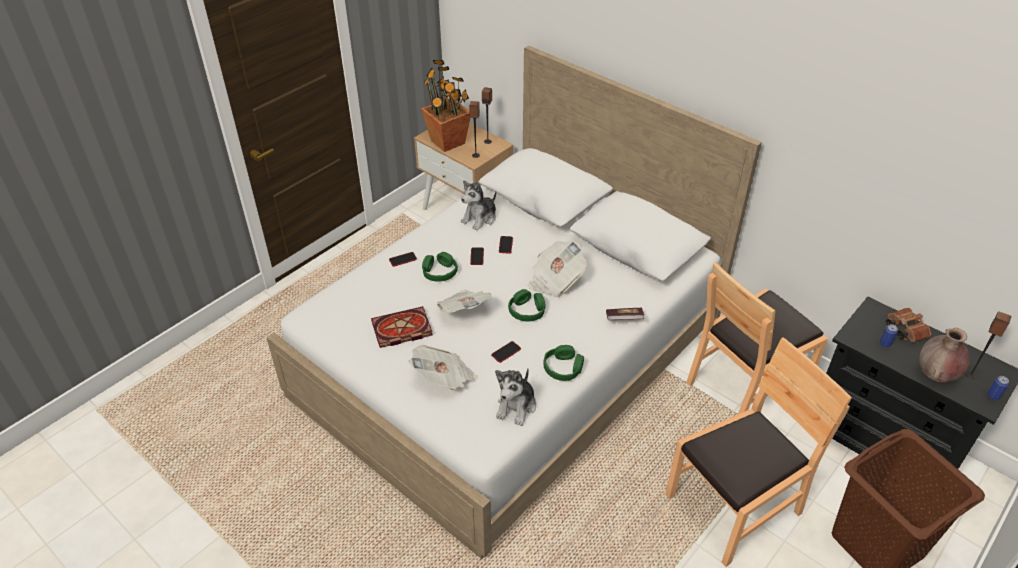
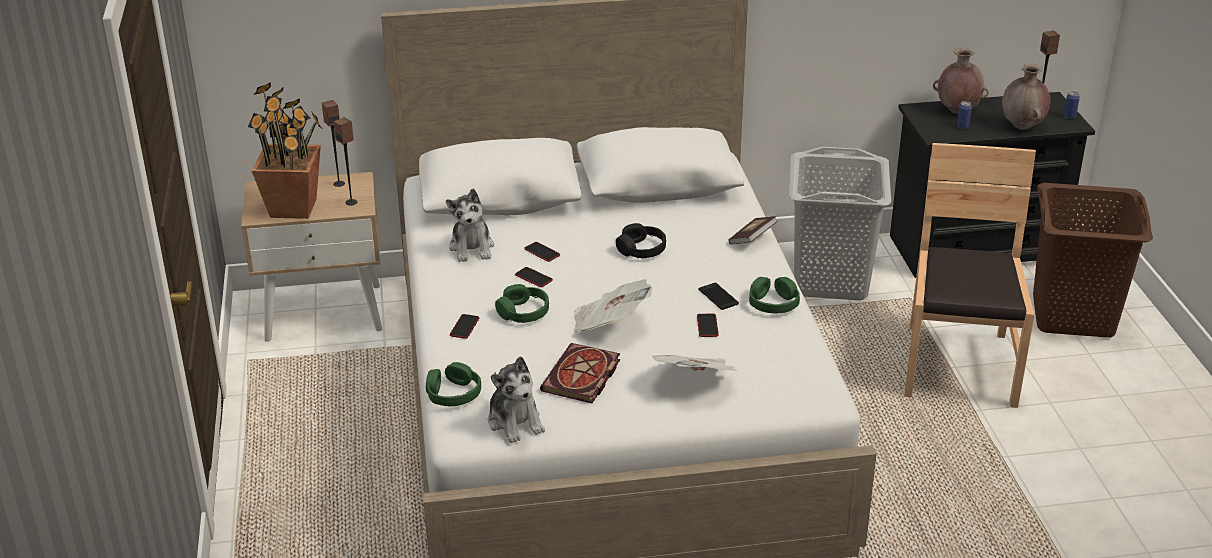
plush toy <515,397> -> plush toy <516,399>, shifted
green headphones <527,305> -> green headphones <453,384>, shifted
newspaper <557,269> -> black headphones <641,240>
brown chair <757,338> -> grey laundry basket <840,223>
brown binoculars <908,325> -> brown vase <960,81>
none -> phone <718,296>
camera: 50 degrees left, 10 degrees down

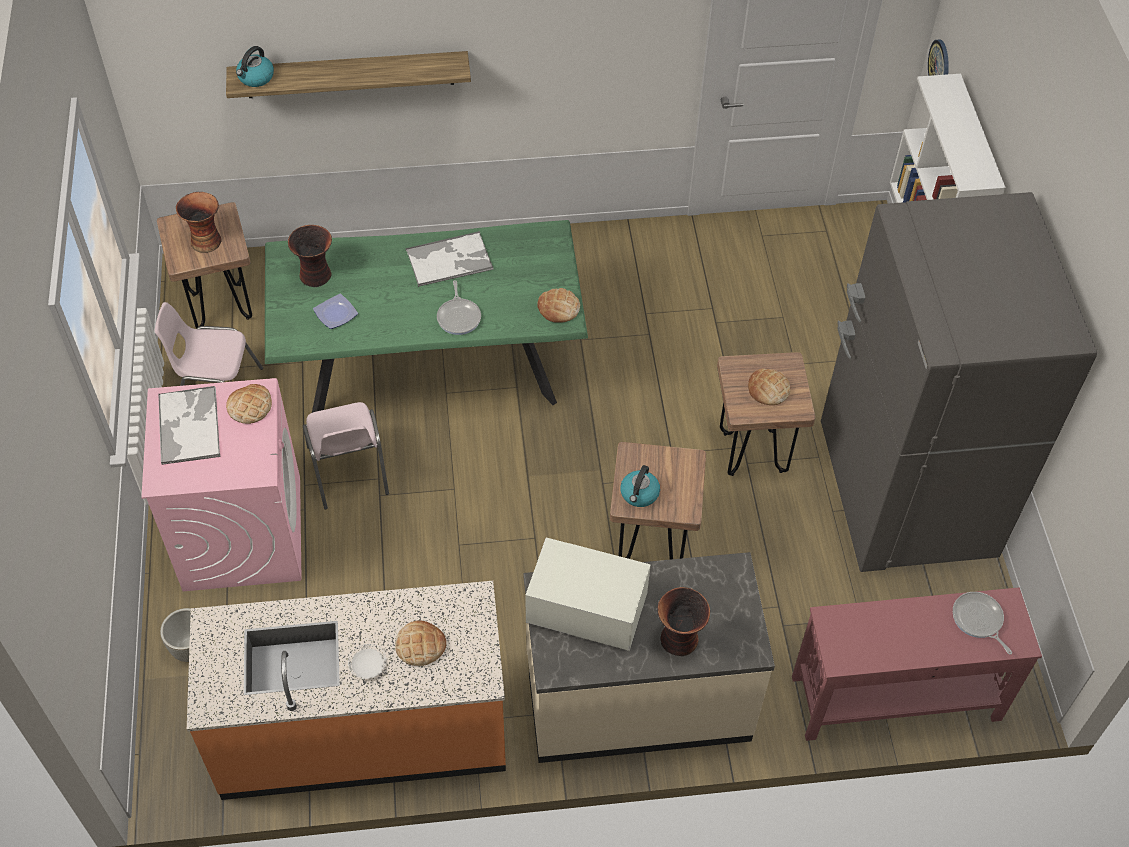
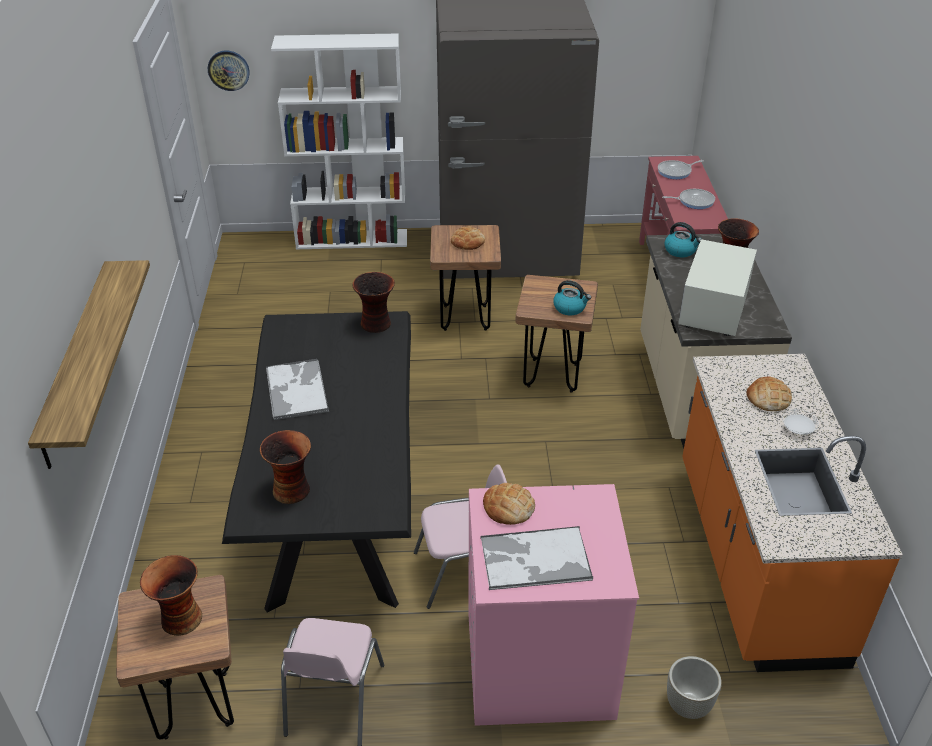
kettle <255,66> -> kettle <682,239>, shifted
green dining table <426,316> -> black dining table <316,461>
plate <335,311> -> none
frying pan <459,307> -> frying pan <688,199>, shifted
bread <558,305> -> vase <374,302>
camera: 85 degrees left, 15 degrees down

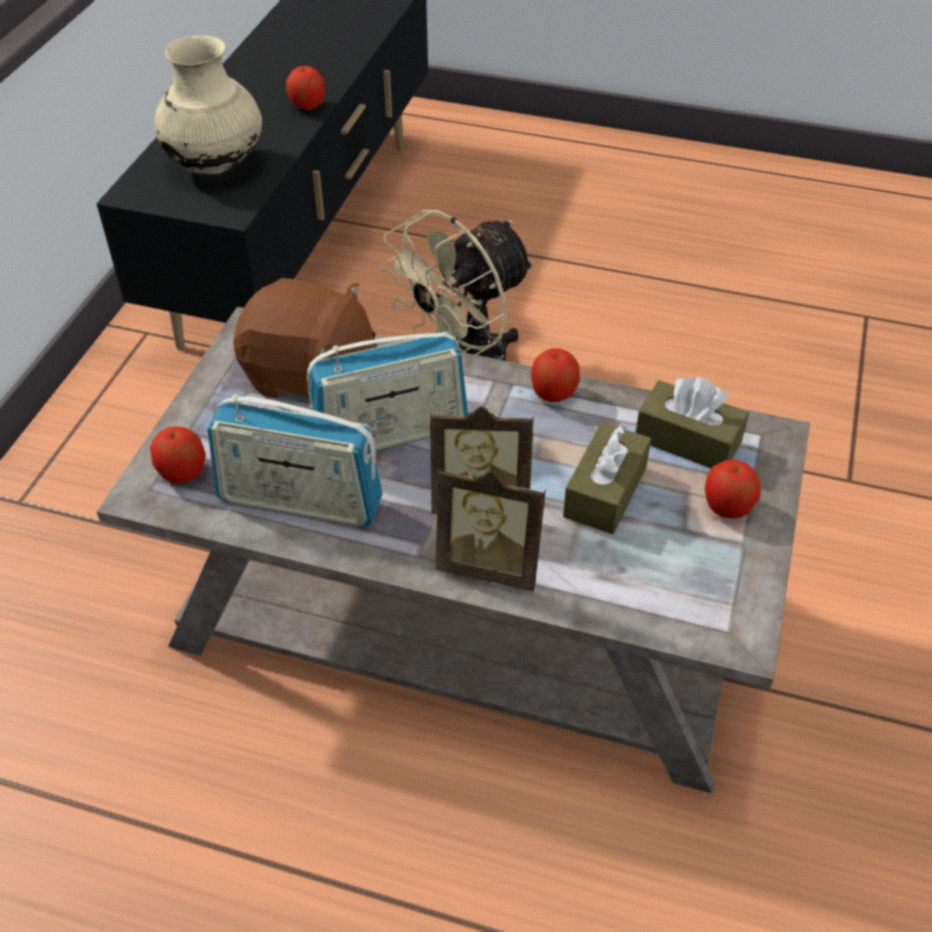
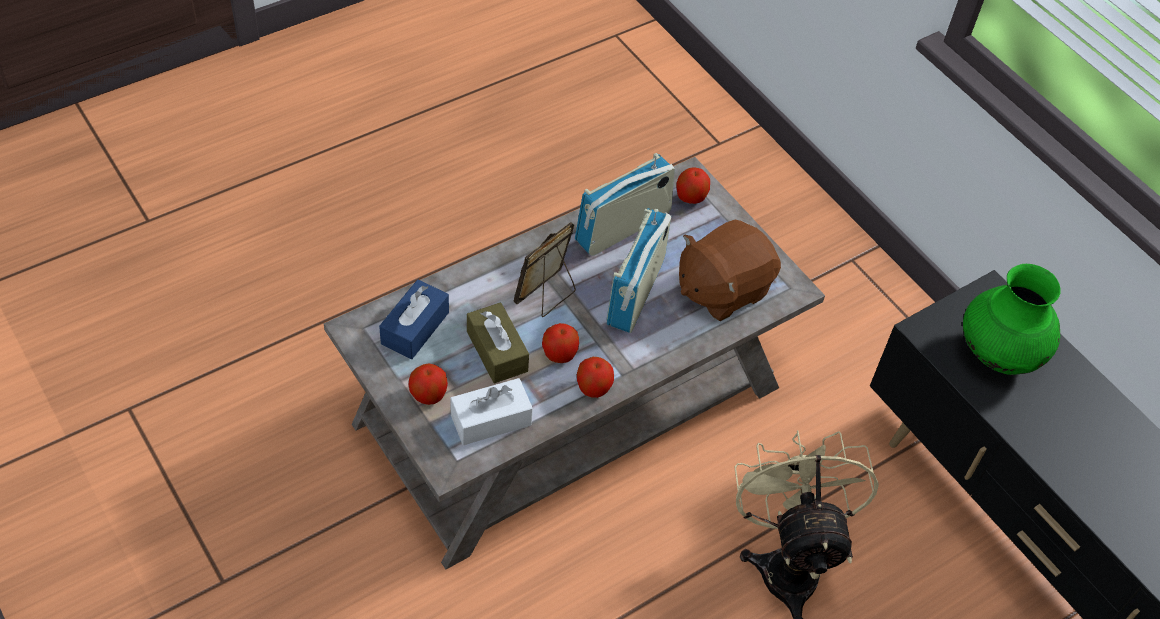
beige vase <208,104> -> green vase <1012,319>
apple <305,88> -> apple <560,343>, shifted
picture frame <490,529> -> none
brown tissue box <692,423> -> white tissue box <491,411>
none -> blue tissue box <414,319>
camera: 125 degrees right, 5 degrees up

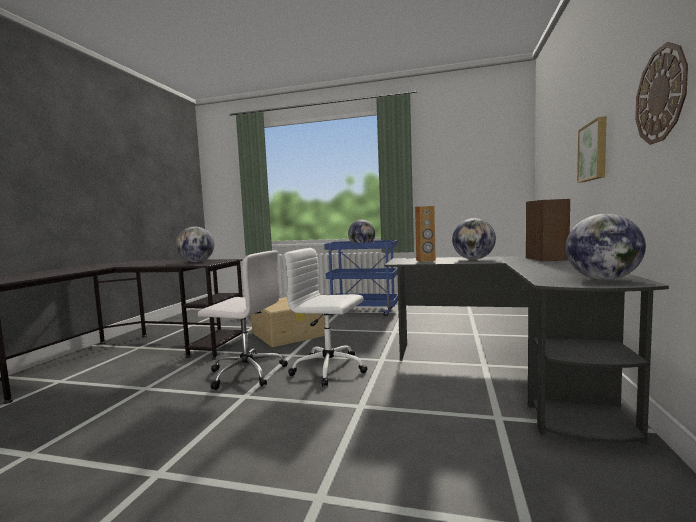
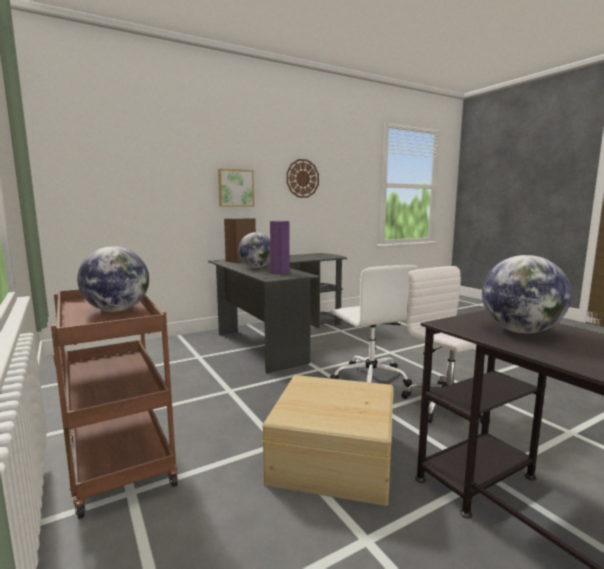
blue cart <361,278> -> brown cart <114,404>
brown speaker <425,234> -> purple speaker <280,248>
globe <606,247> -> none
camera: 135 degrees left, 5 degrees up

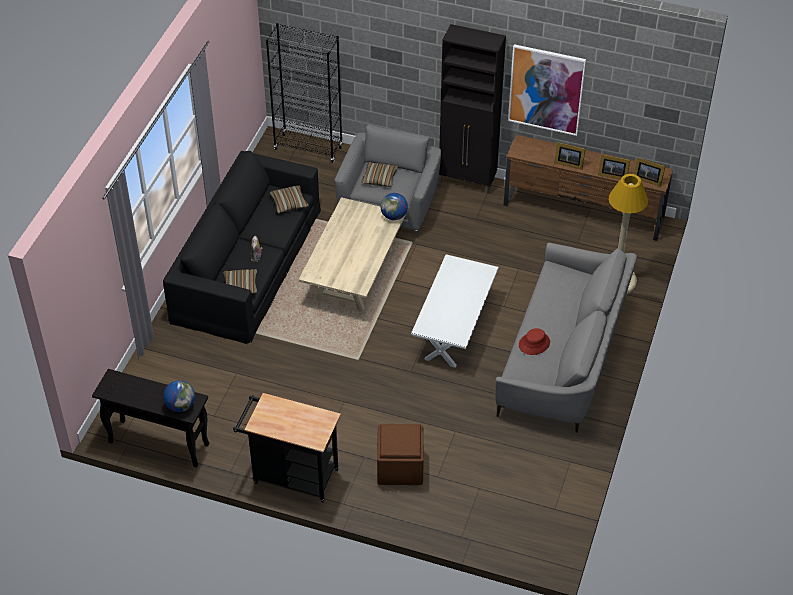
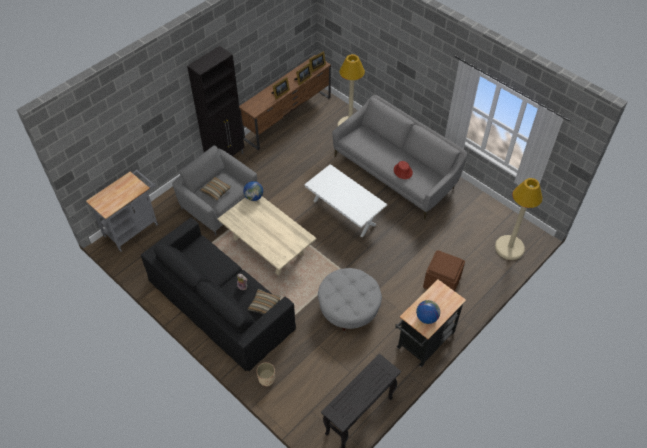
globe <179,396> -> globe <428,312>, shifted
black bookcase <304,93> -> grey cart <122,211>
pillow <289,199> -> none
picture <547,90> -> none
none -> beige planter <265,374>
none -> grey ottoman <350,300>
none -> beige floor lamp <519,219>
camera: 65 degrees left, 5 degrees up

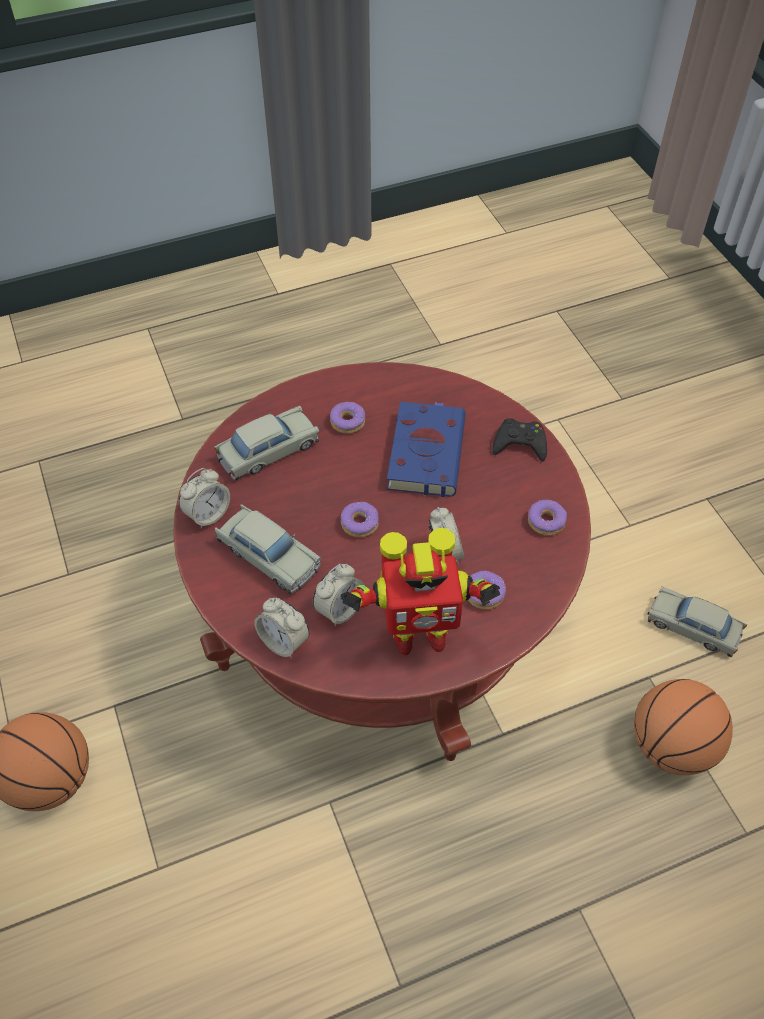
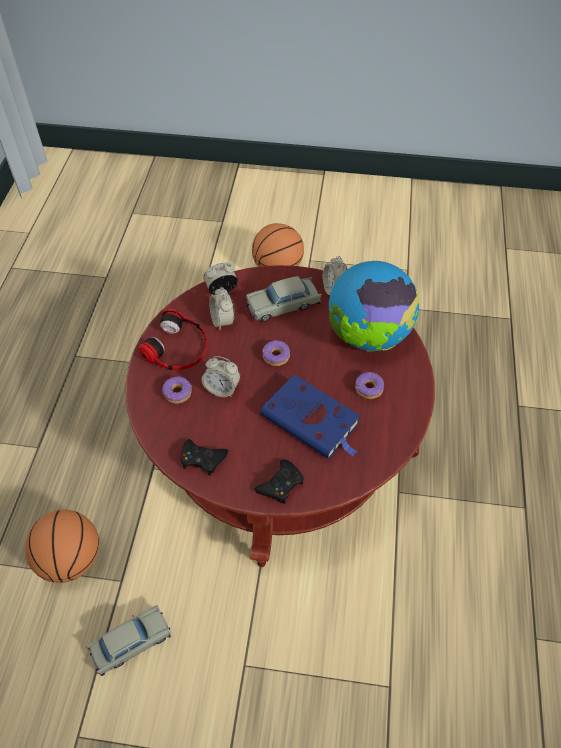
beige toy car <266,443> -> globe <374,306>
toy robot <420,591> -> headphones <173,339>
donut <547,518> -> black game controller <204,457>
camera: 120 degrees right, 0 degrees up

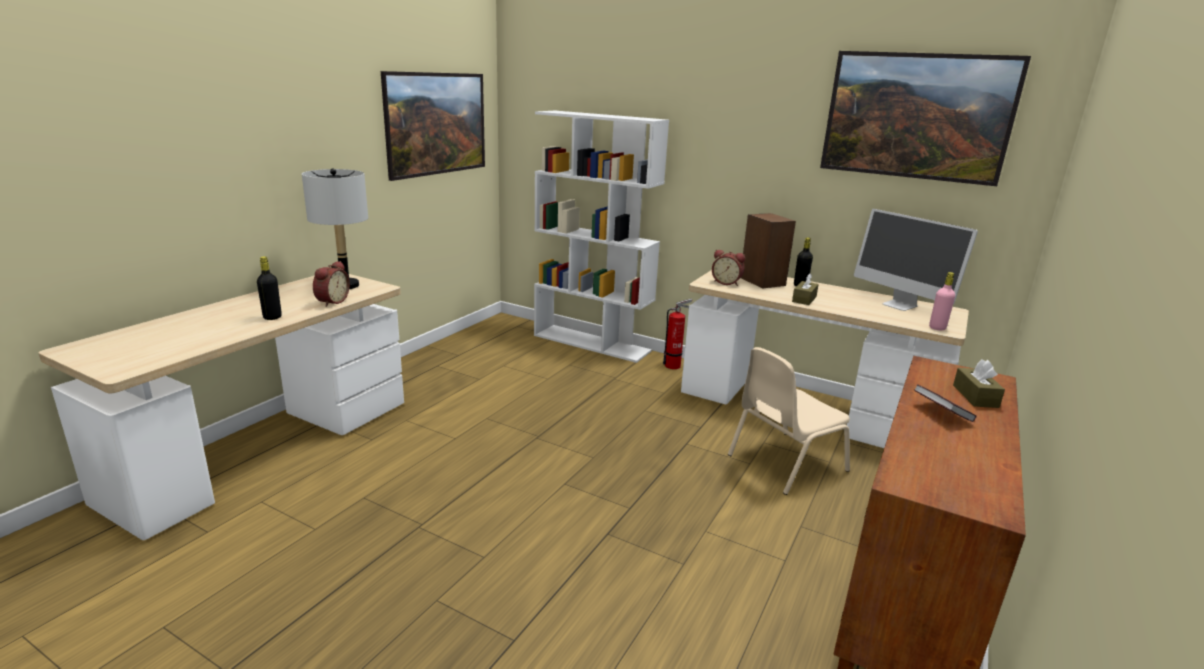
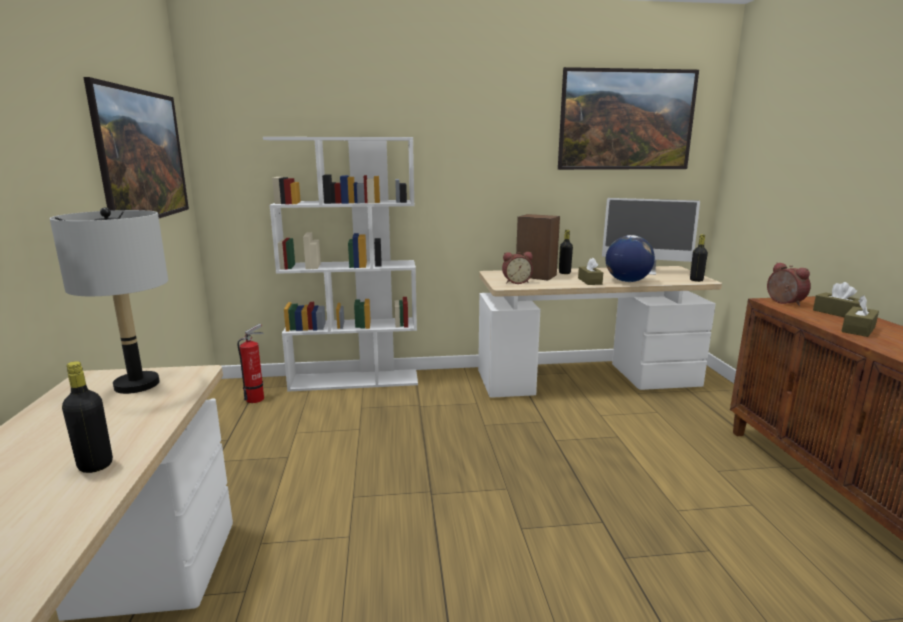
alarm clock <331,284> -> alarm clock <789,284>, shifted
fire extinguisher <677,334> -> fire extinguisher <250,363>, shifted
beige chair <789,421> -> none
book <945,403> -> brown tissue box <860,316>
pink bottle <942,301> -> black bottle <699,258>
none -> globe <630,258>
camera: 35 degrees left, 5 degrees down

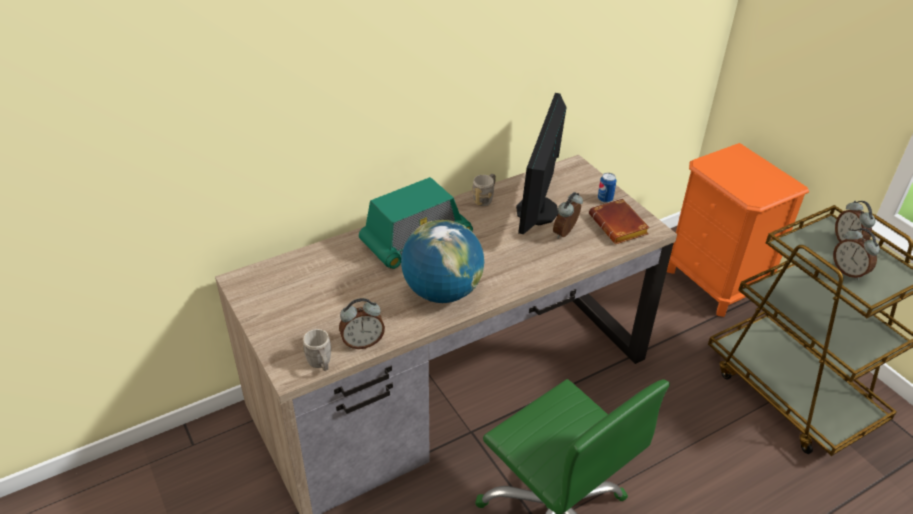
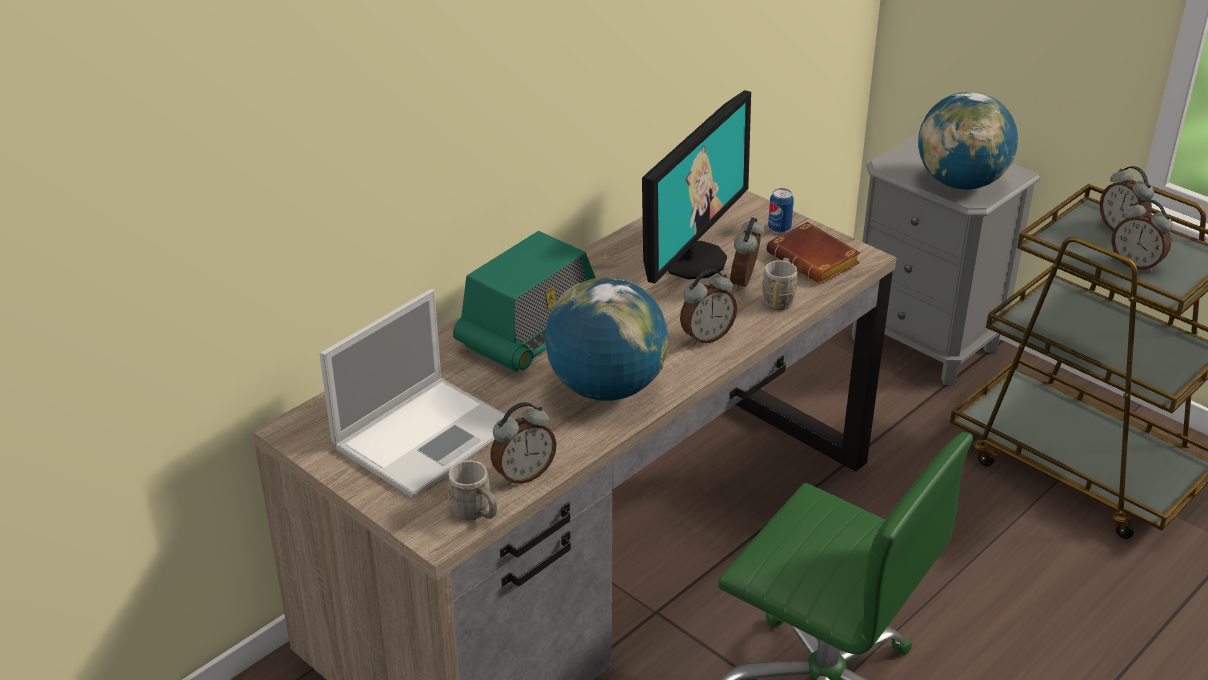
grey mug <484,190> -> grey mug <779,284>, shifted
monitor <541,163> -> monitor <696,187>, 150 degrees counterclockwise
orange nightstand <738,230> -> grey nightstand <946,259>
none -> laptop <417,393>
none -> alarm clock <708,307>
none -> globe <968,141>
camera: 15 degrees left, 5 degrees down

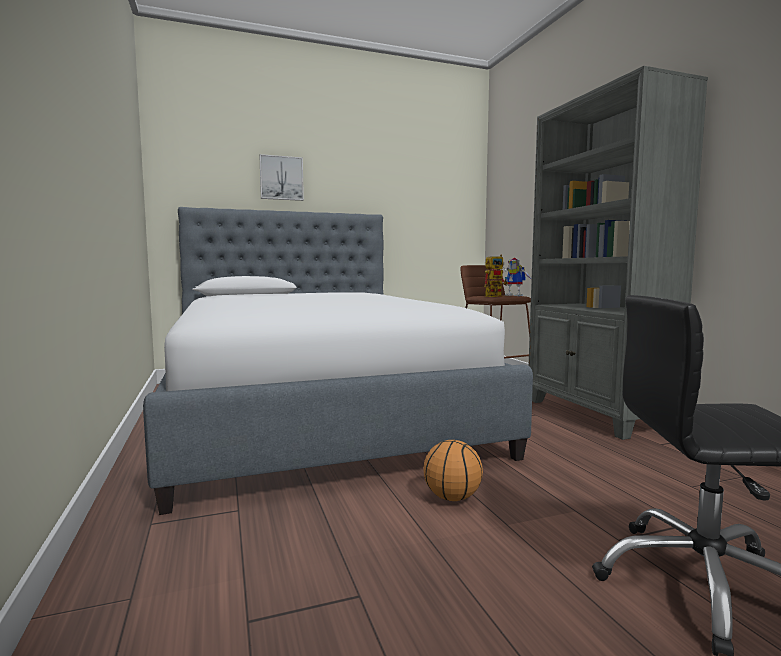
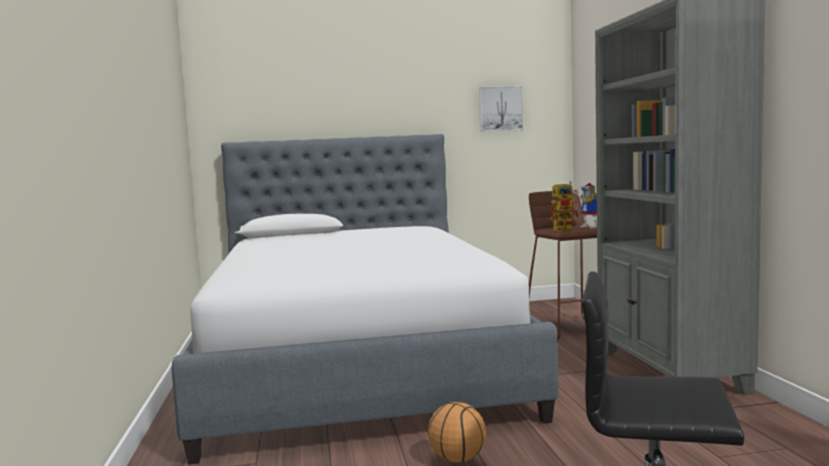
picture <281,177> -> picture <501,109>, shifted
camera: 10 degrees right, 0 degrees up

